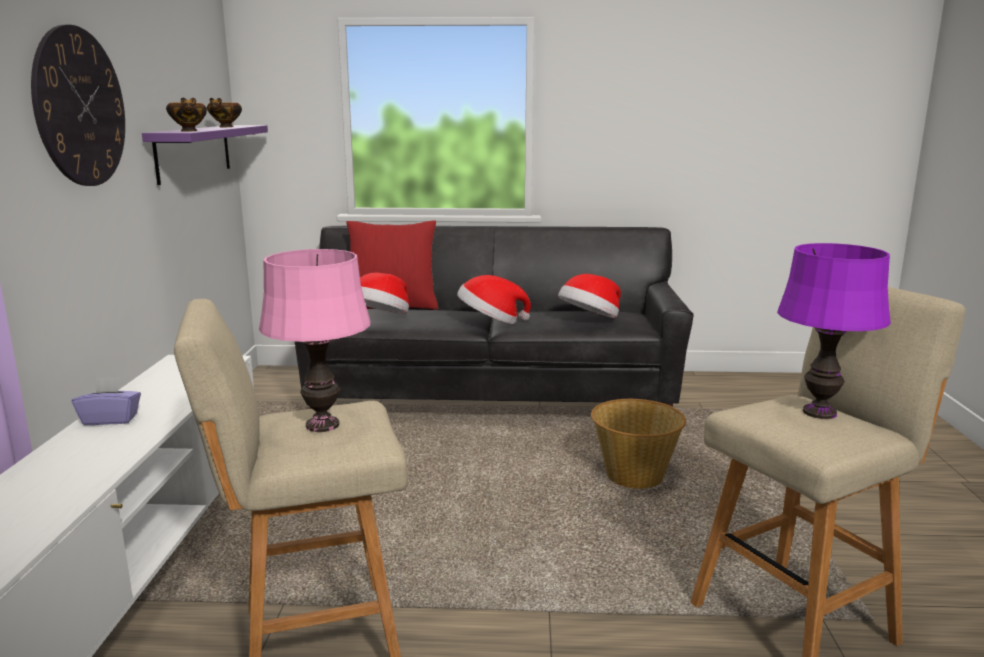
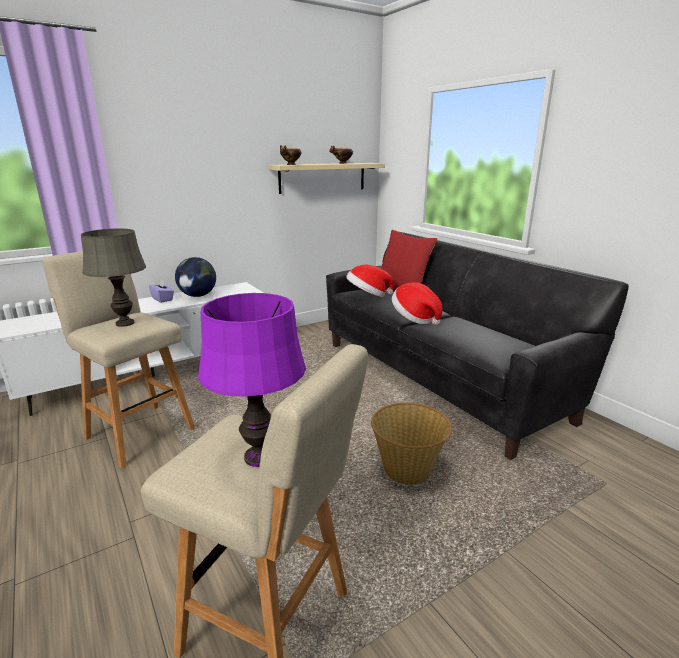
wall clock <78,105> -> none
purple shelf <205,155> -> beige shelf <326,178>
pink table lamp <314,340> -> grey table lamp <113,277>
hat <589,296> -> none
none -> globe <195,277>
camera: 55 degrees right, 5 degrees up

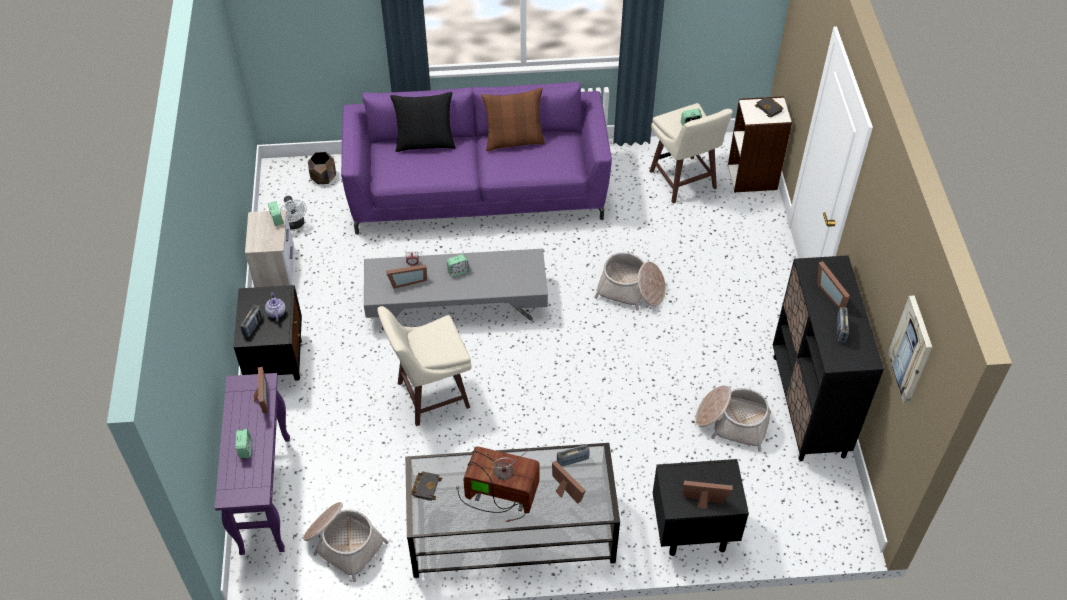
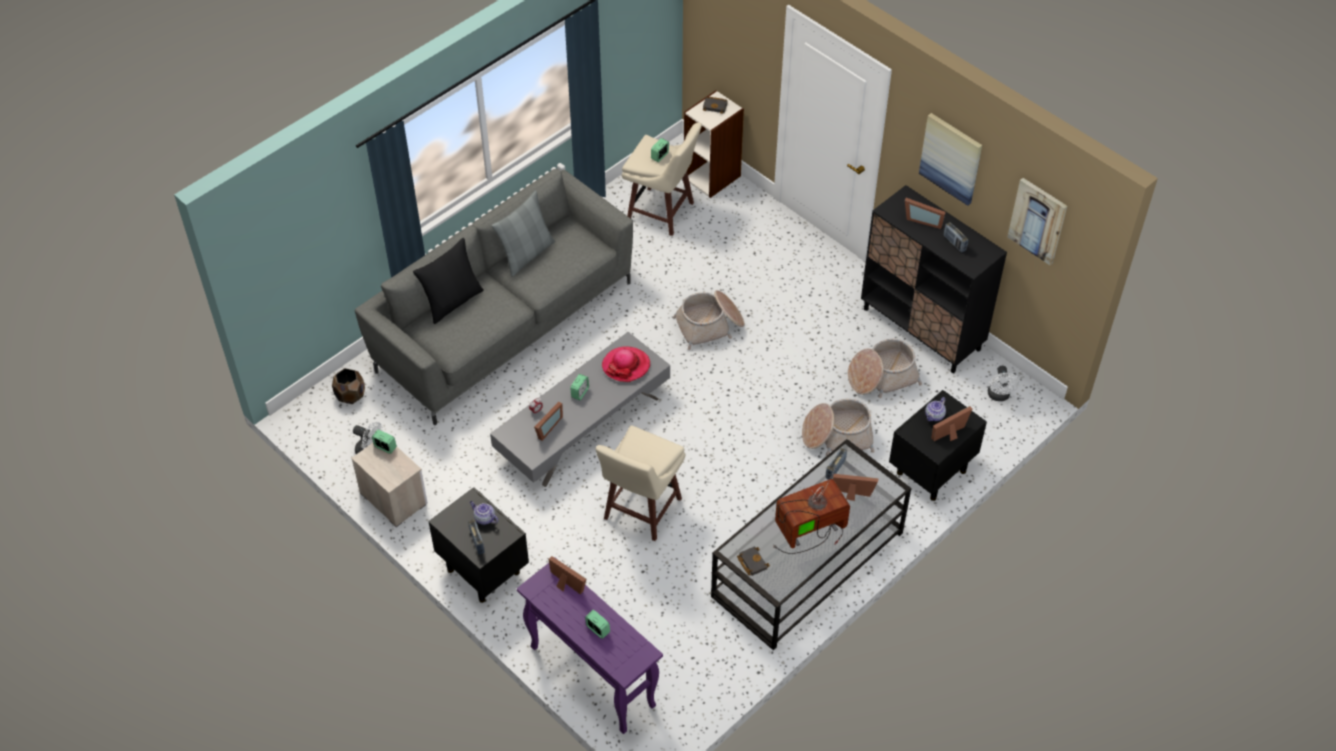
basket <346,542> -> basket <838,427>, shifted
purple sofa <476,158> -> grey sofa <494,297>
brown pillow <513,119> -> grey pillow <523,233>
none -> hat <626,364>
none -> picture <950,159>
none -> teapot <935,409>
none -> white fan <1004,383>
camera: 40 degrees left, 0 degrees up

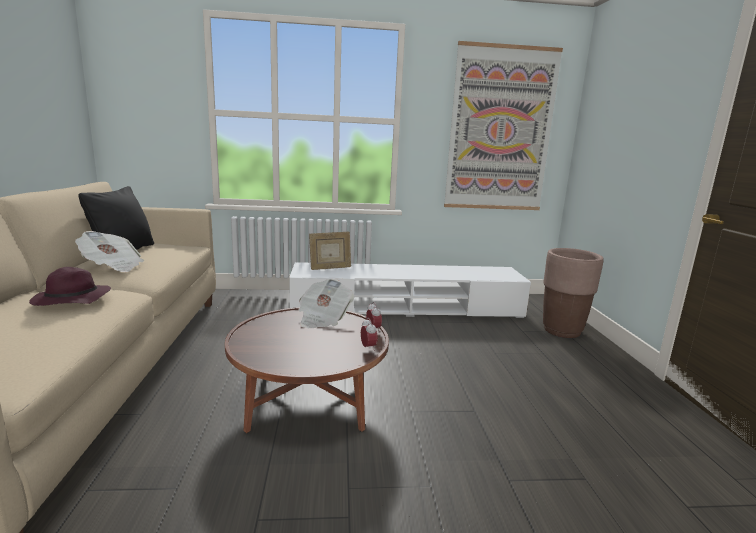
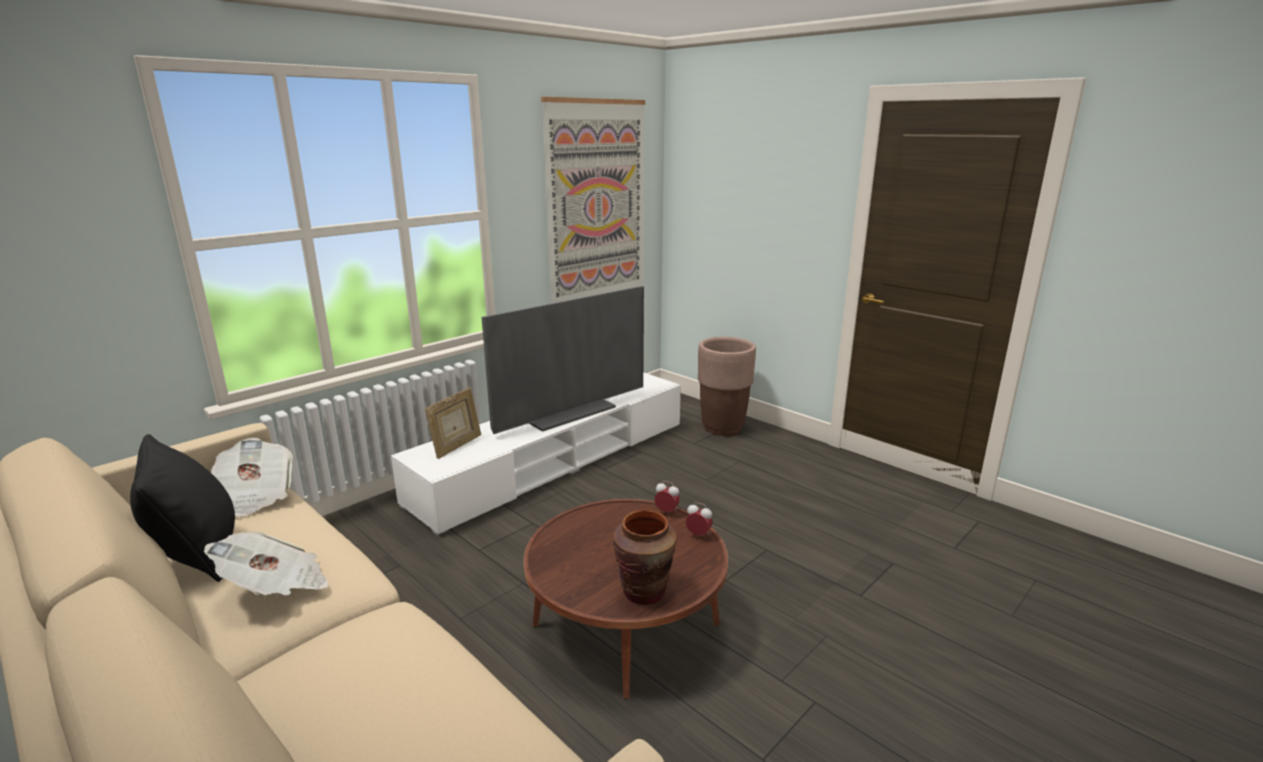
purple hat <70,286> -> none
newspaper <326,303> -> newspaper <252,477>, shifted
none -> television <563,360>
none -> brown vase <644,557>
camera: 40 degrees left, 5 degrees up

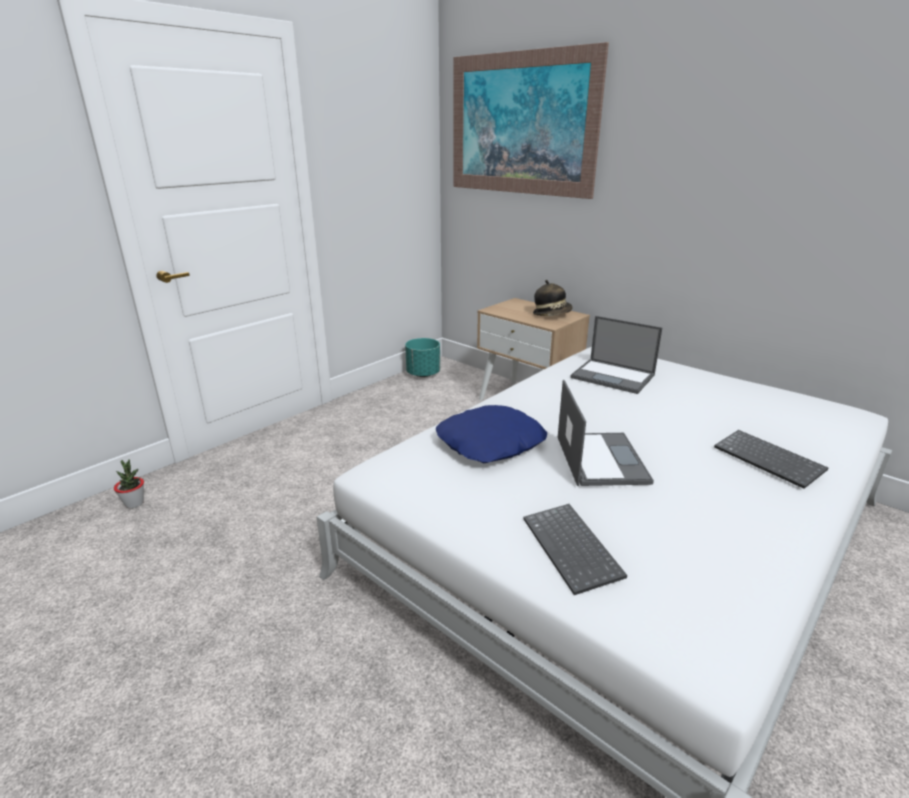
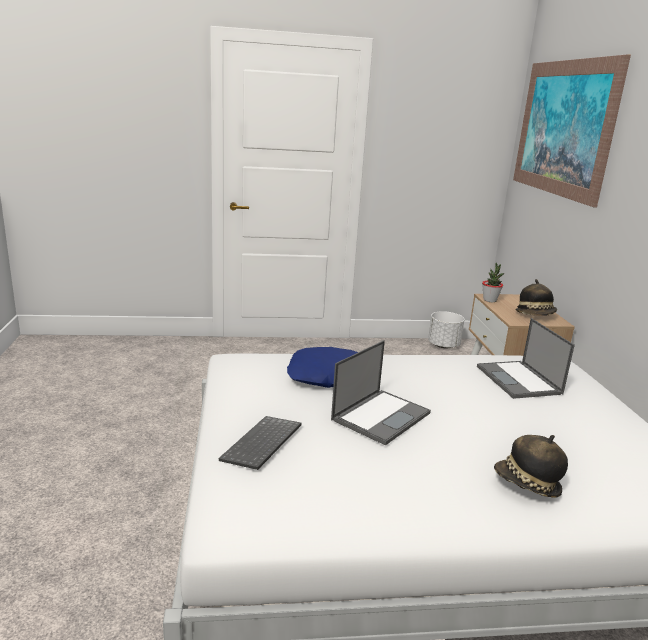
potted plant <129,483> -> potted plant <493,282>, shifted
turquoise planter <422,357> -> white planter <446,329>
keyboard <771,459> -> hat <531,466>
camera: 40 degrees right, 5 degrees down

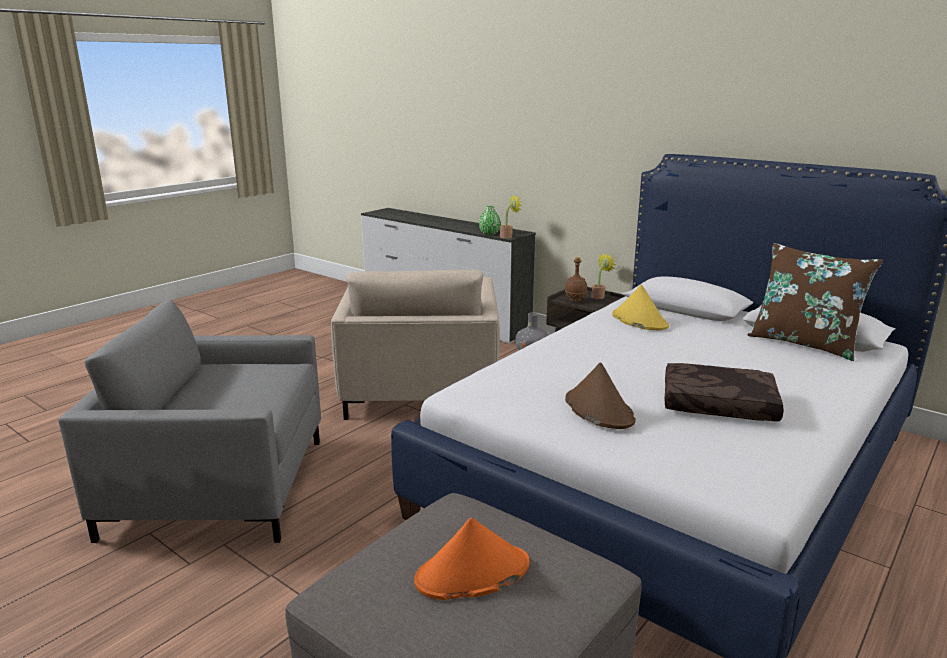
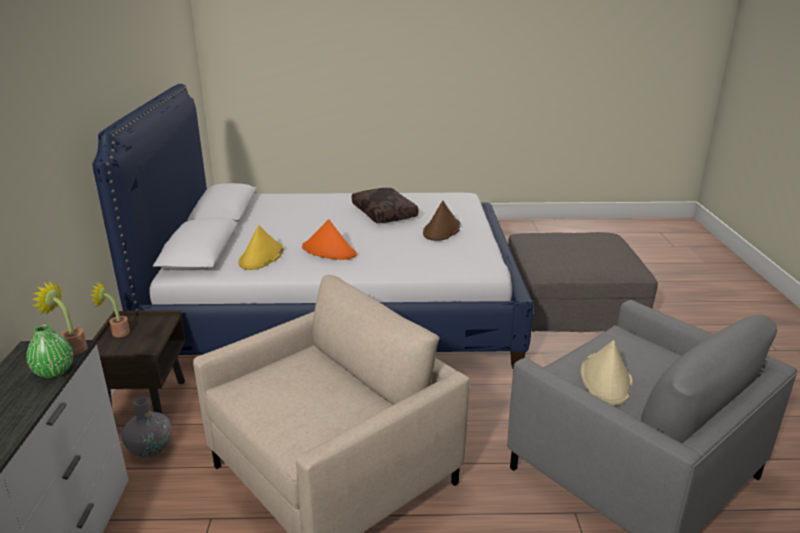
orange hat <471,559> -> orange hat <329,239>, shifted
brown bottle <576,279> -> none
brown pillow <815,302> -> none
none -> beige hat <606,372>
camera: 130 degrees left, 5 degrees up

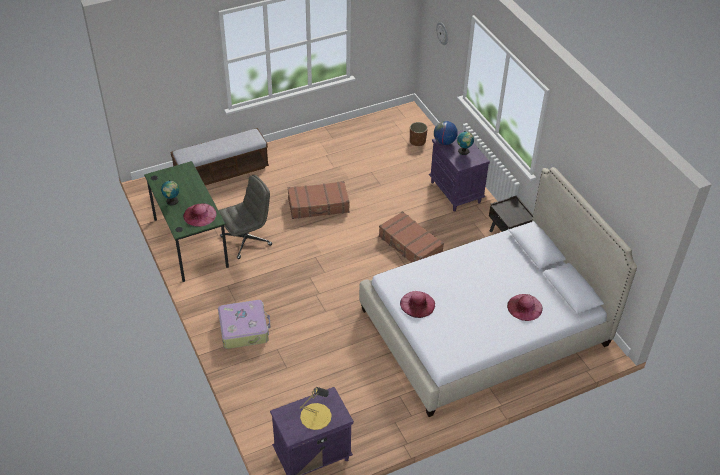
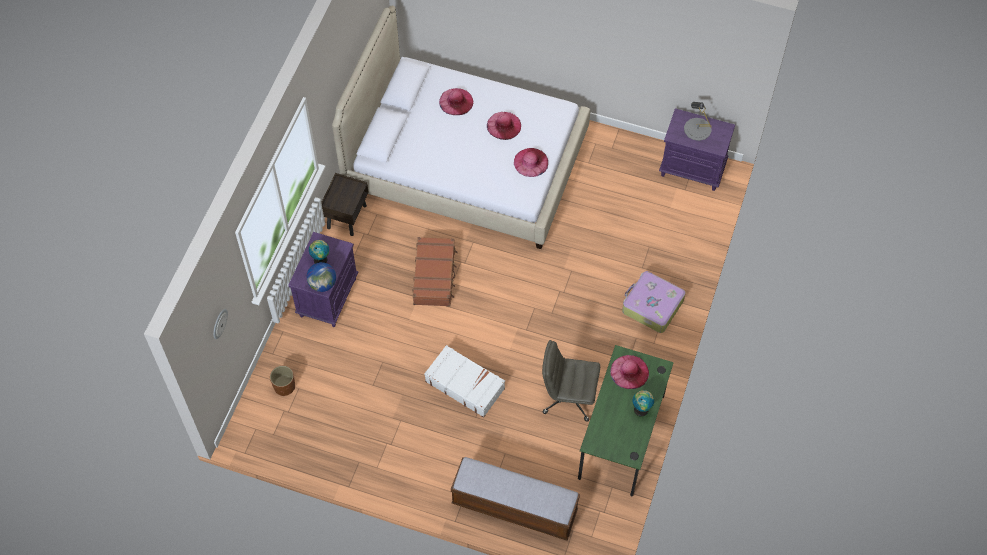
brown suitcase <319,200> -> white suitcase <464,381>
yellow table lamp <316,408> -> grey table lamp <698,121>
none -> pink hat <504,126>
camera: 135 degrees left, 15 degrees up

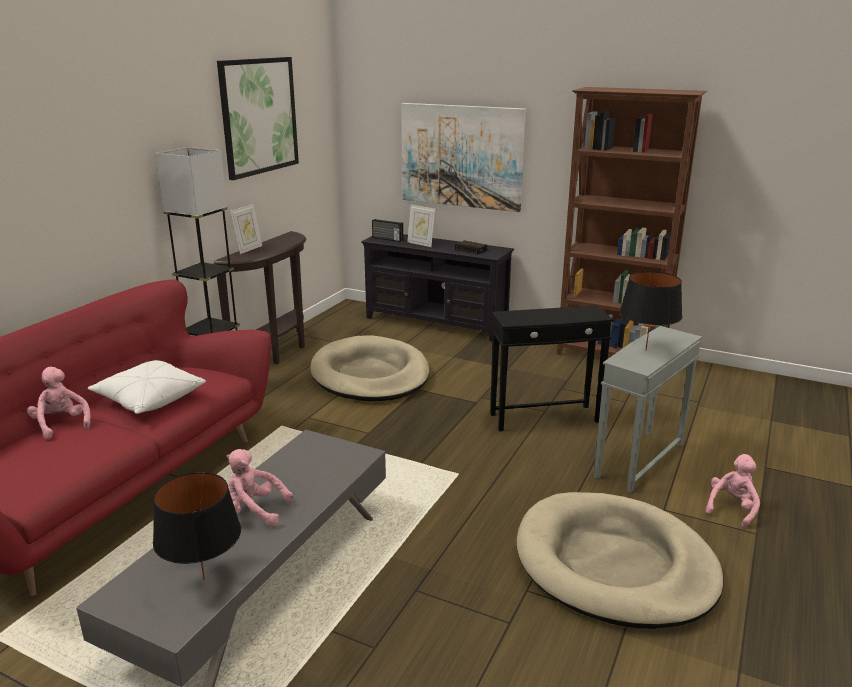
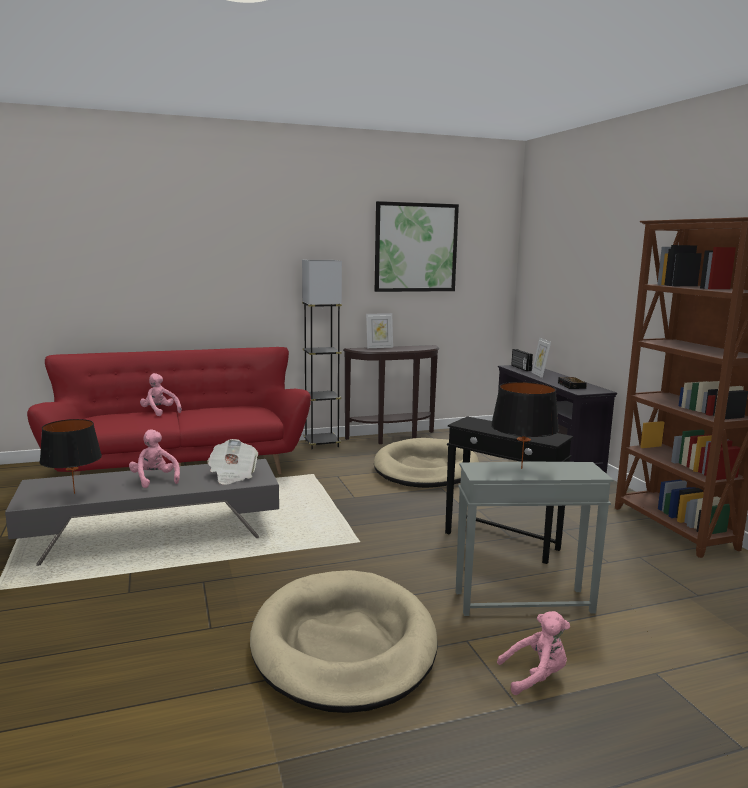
pink plush toy <59,403> -> pink plush toy <161,394>, 60 degrees counterclockwise
white pillow <147,387> -> none
picture <463,157> -> none
none -> newspaper <232,462>
camera: 45 degrees right, 10 degrees down

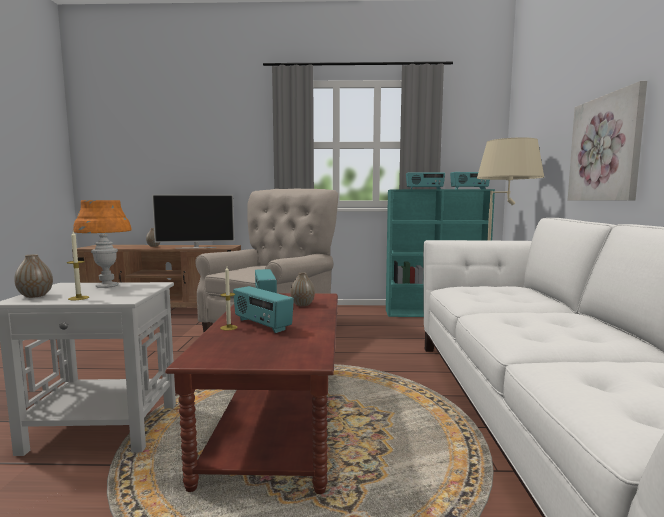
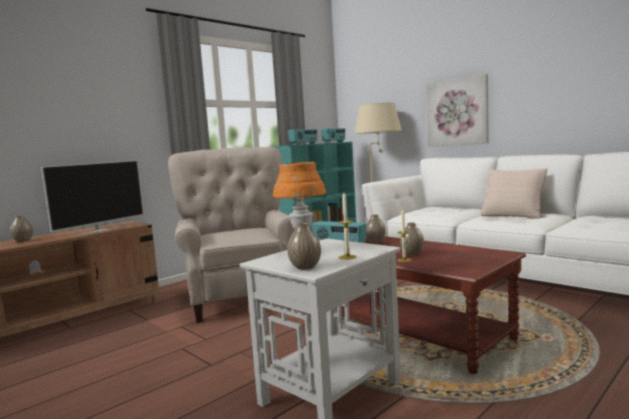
radio <263,309> -> vase <412,239>
none -> beige pillow <513,193>
camera: 45 degrees left, 0 degrees up

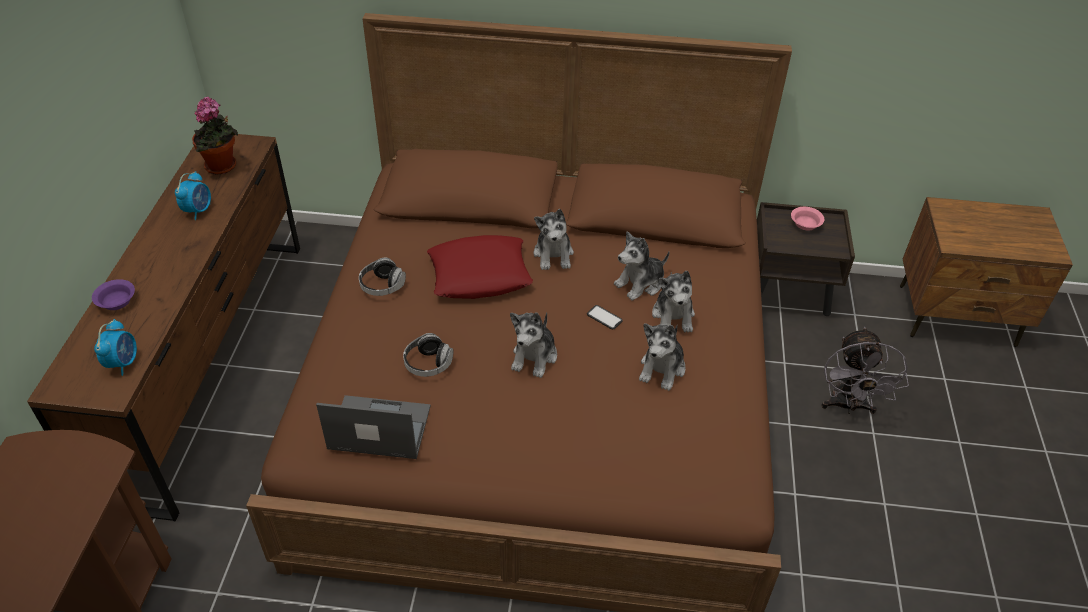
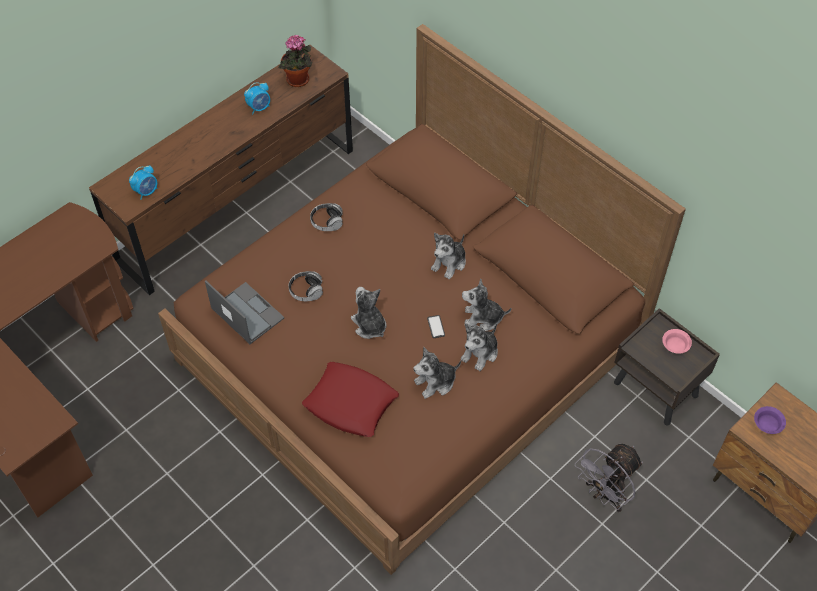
purple bowl <113,294> -> purple bowl <770,420>, shifted
red pillow <480,267> -> red pillow <350,399>, shifted
plush toy <533,345> -> plush toy <369,313>, 90 degrees clockwise
camera: 40 degrees right, 10 degrees up

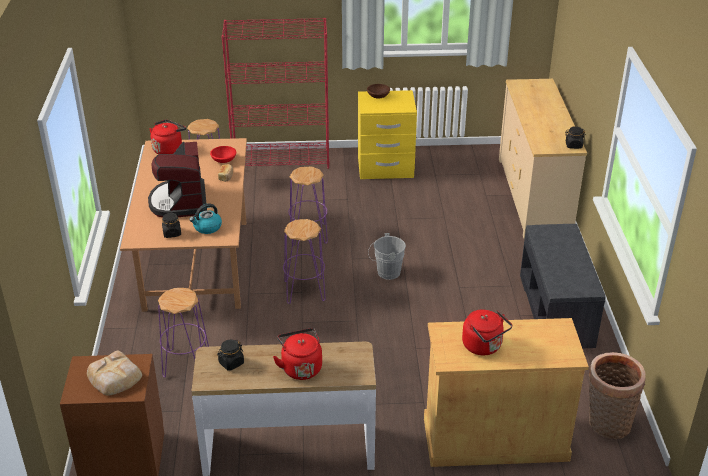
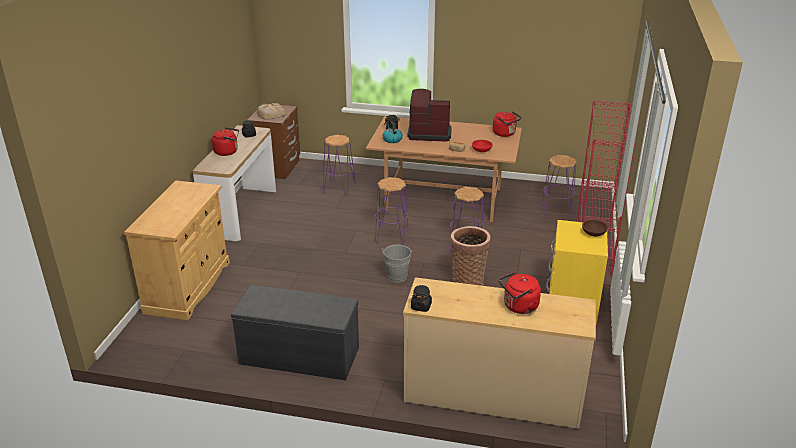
red kettle <487,332> -> red kettle <520,293>, shifted
basket <617,395> -> basket <470,256>, shifted
camera: 105 degrees right, 5 degrees down

